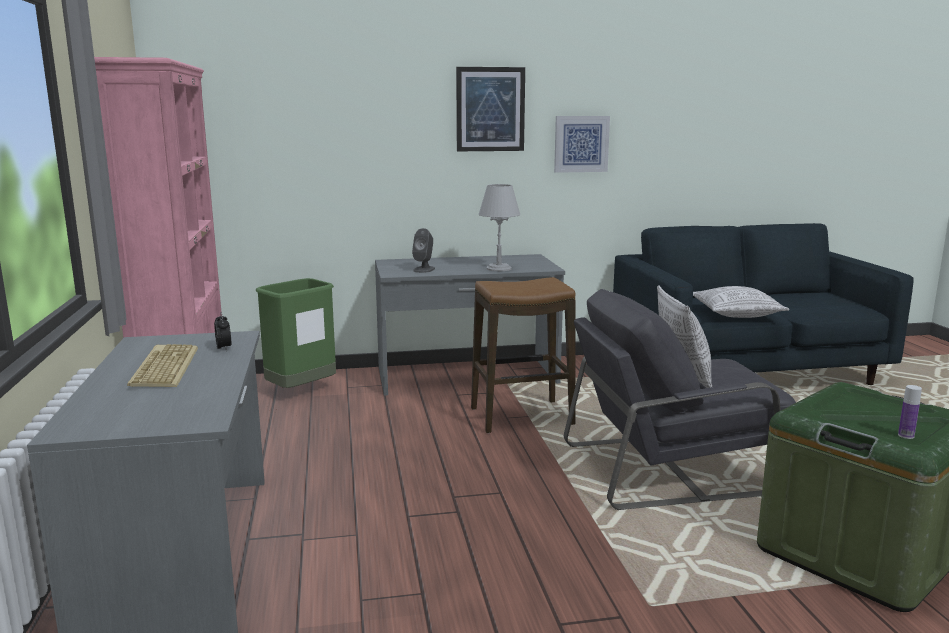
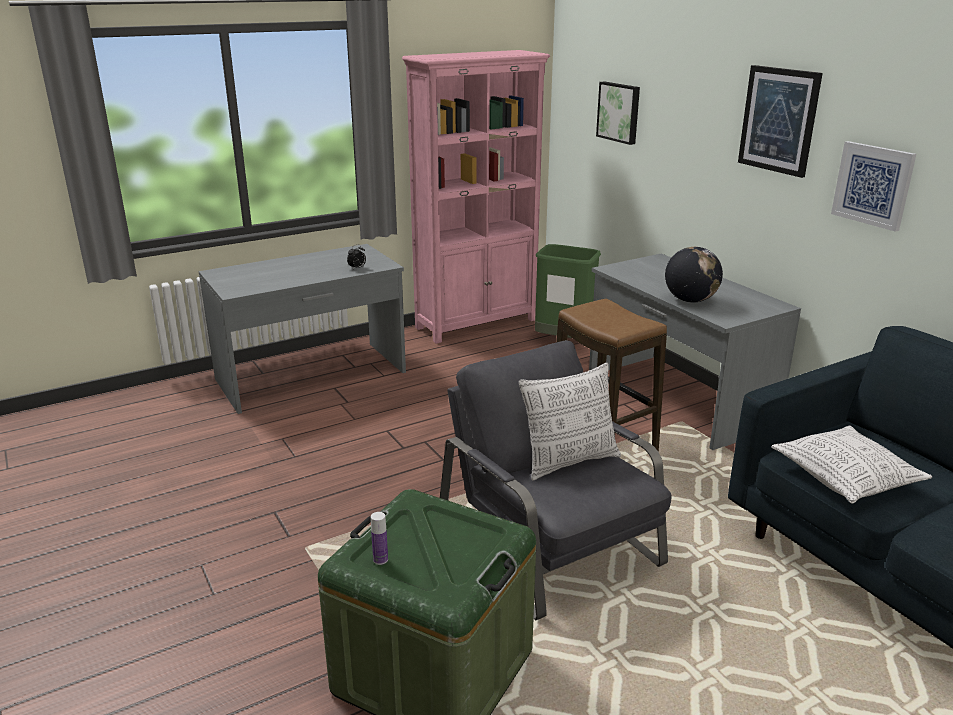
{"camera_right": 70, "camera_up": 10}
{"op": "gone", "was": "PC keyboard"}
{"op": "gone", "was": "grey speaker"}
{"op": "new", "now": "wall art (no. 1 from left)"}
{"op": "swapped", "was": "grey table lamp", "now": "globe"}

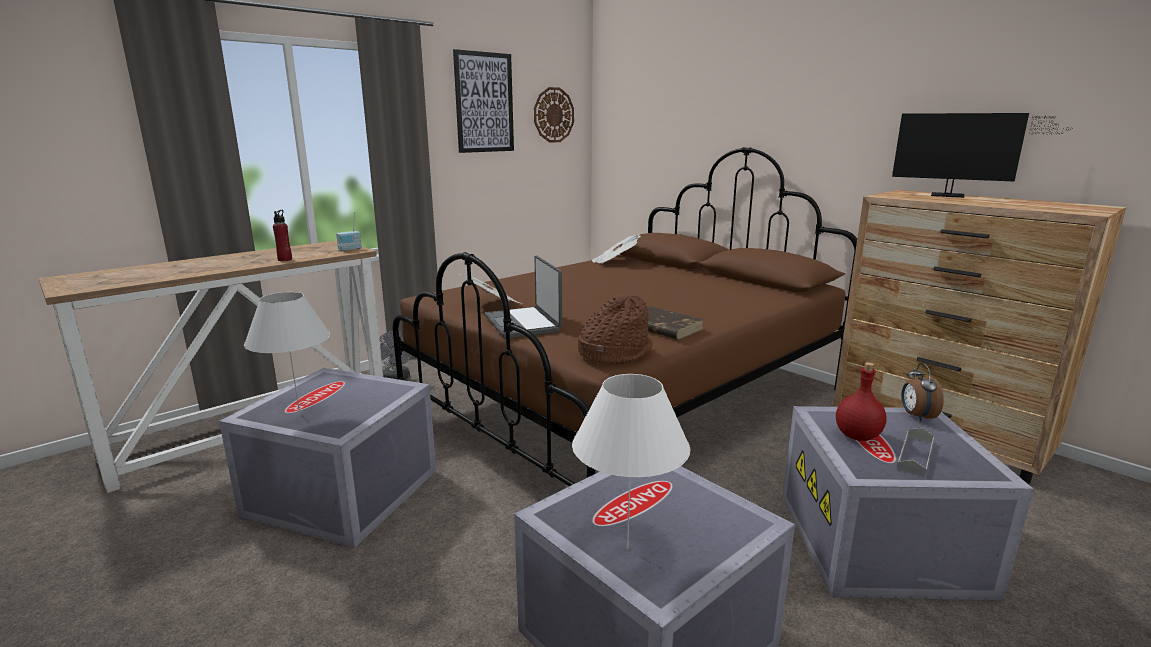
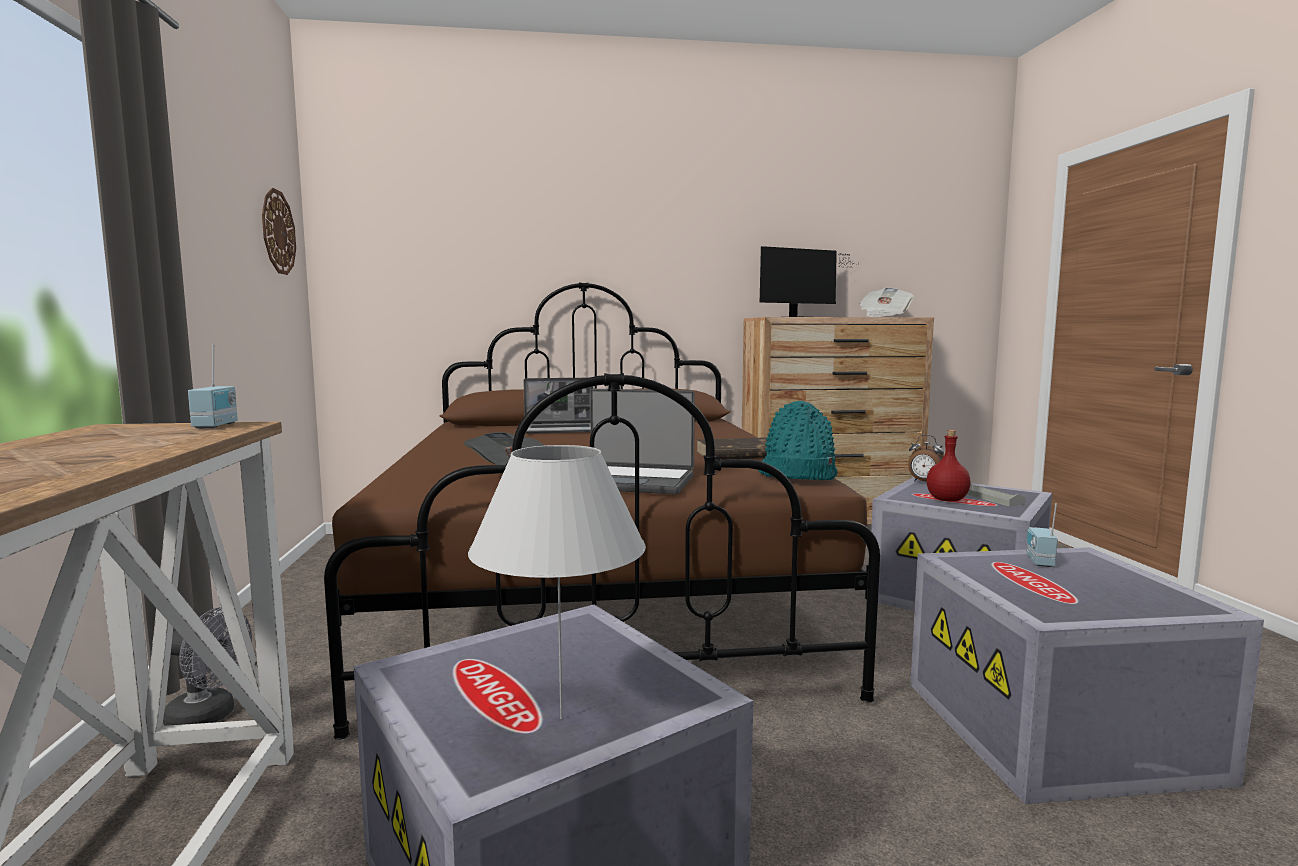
{"camera_right": -55, "camera_up": -10}
{"op": "gone", "was": "red beverage bottle (no. 1 from left)"}
{"op": "gone", "was": "wall art"}
{"op": "gone", "was": "whitish table lamp (no. 2 from left)"}
{"op": "new", "now": "laptop (no. 1 from left)"}
{"op": "new", "now": "radio (no. 2 from left)"}
{"op": "shifted", "was": "printed paper (no. 2 from left)"}
{"op": "repainted", "was": "brown-coloured clothing hat", "now": "turquoise clothing hat"}

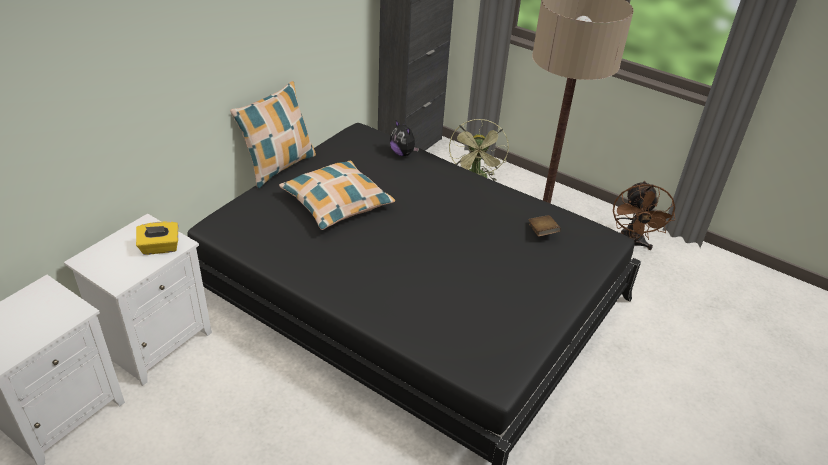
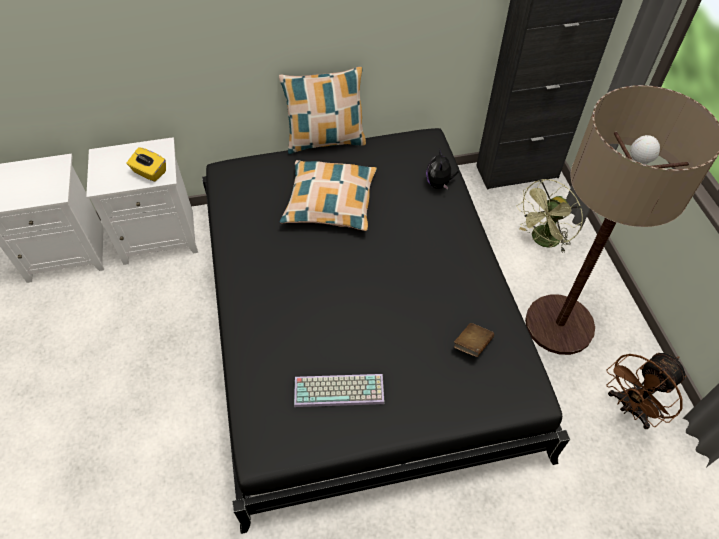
{"camera_right": 45, "camera_up": 15}
{"op": "new", "now": "PC keyboard"}

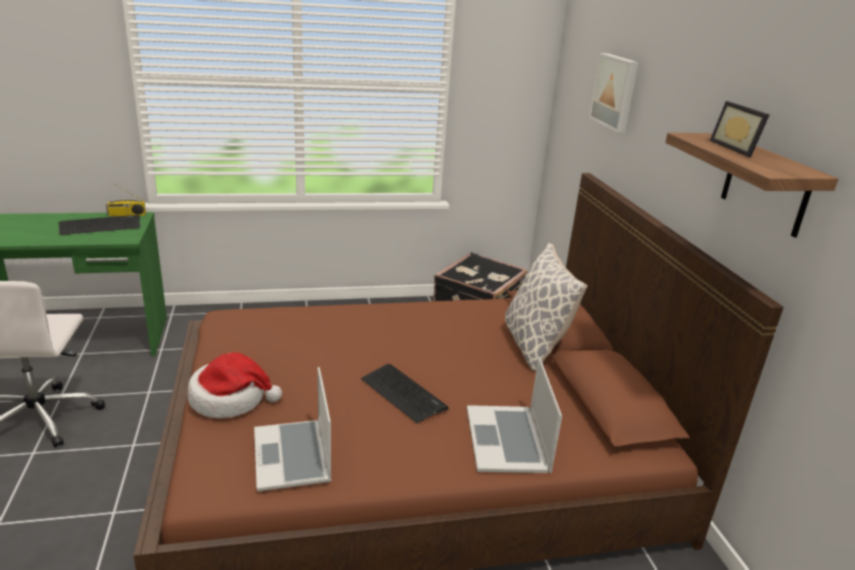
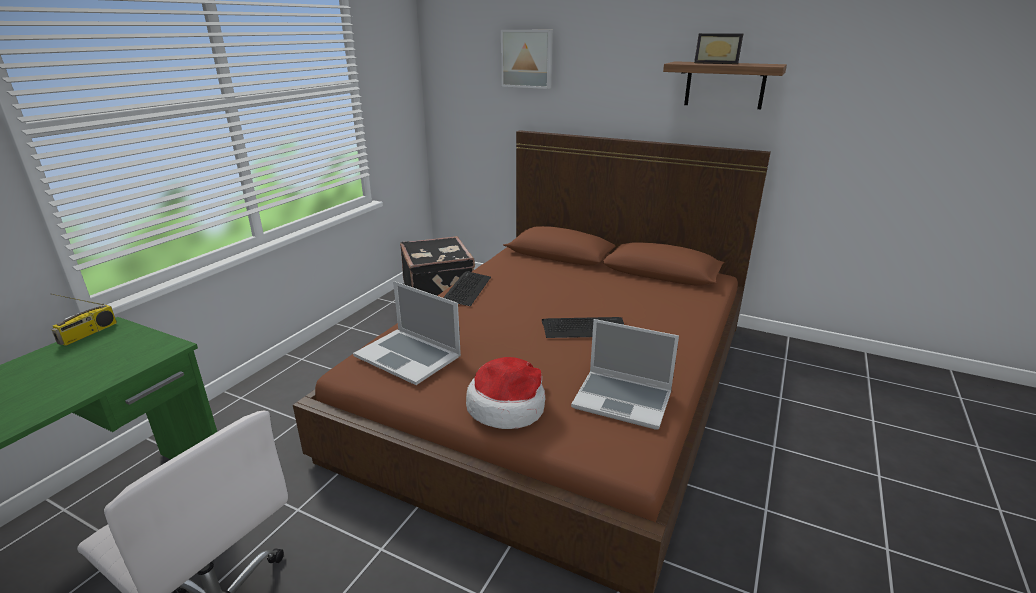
{"camera_right": -50, "camera_up": 0}
{"op": "gone", "was": "cushion"}
{"op": "shifted", "was": "PC keyboard (no. 1 from left)"}
{"op": "shifted", "was": "laptop (no. 2 from left in the first image)", "now": "laptop (no. 1 from left)"}

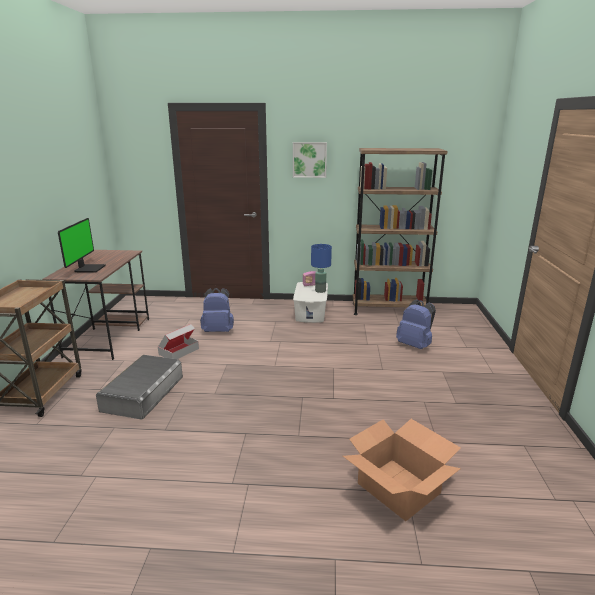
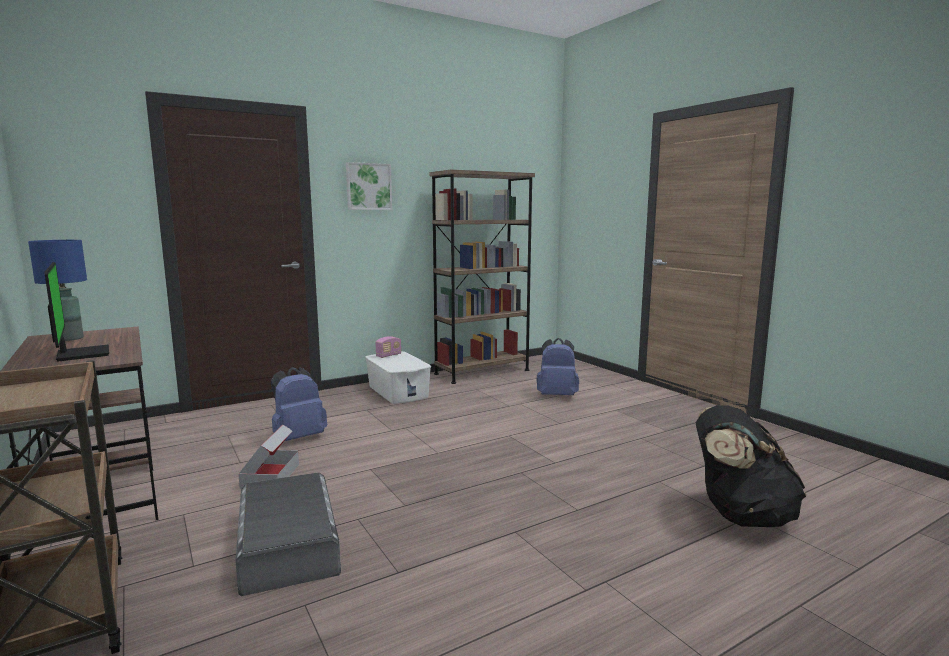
{"camera_right": -35, "camera_up": -10}
{"op": "shifted", "was": "blue-coloured table lamp"}
{"op": "swapped", "was": "packing box (no. 2 from left)", "now": "black-coloured knapsack"}

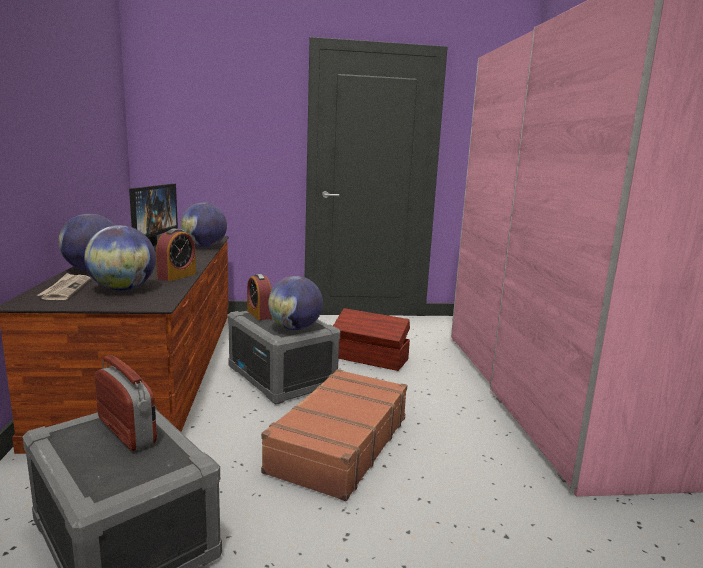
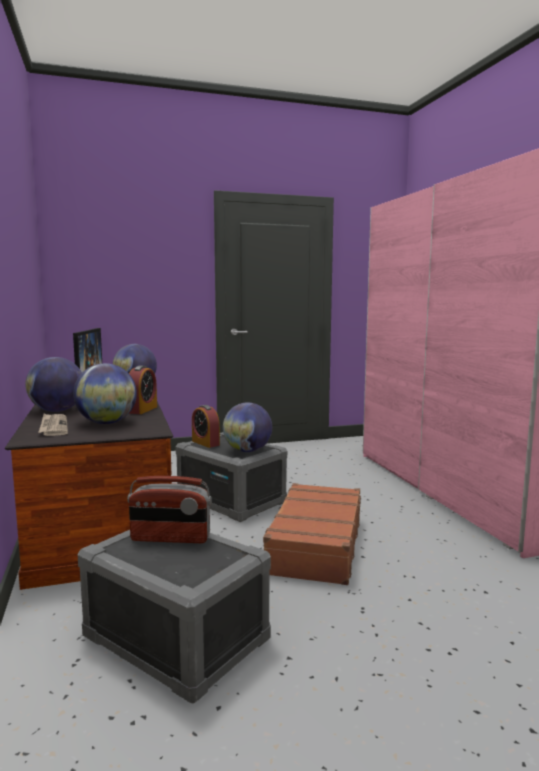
{"camera_right": -10, "camera_up": -5}
{"op": "gone", "was": "brown-coloured storage container"}
{"op": "rotated", "was": "radio", "clockwise": 150}

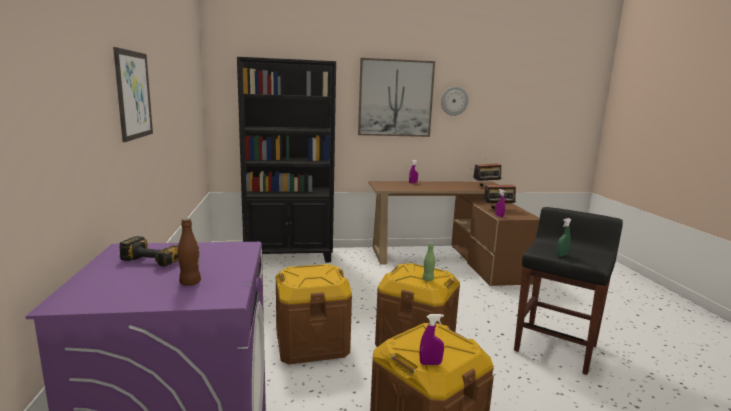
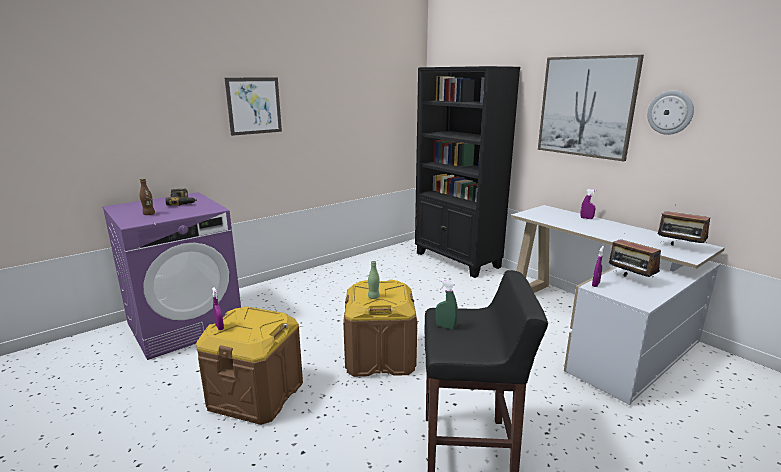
{"camera_right": 60, "camera_up": 5}
{"op": "gone", "was": "brown-coloured storage container (no. 1 from left)"}
{"op": "repainted", "was": "brown-coloured desk table", "now": "whitish desk table"}

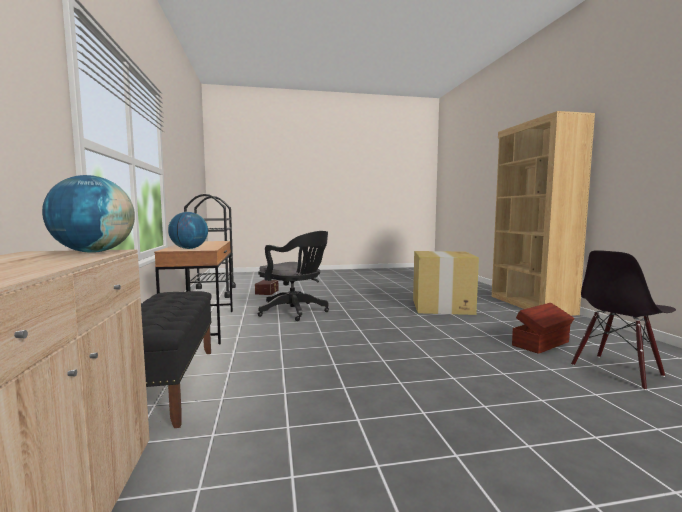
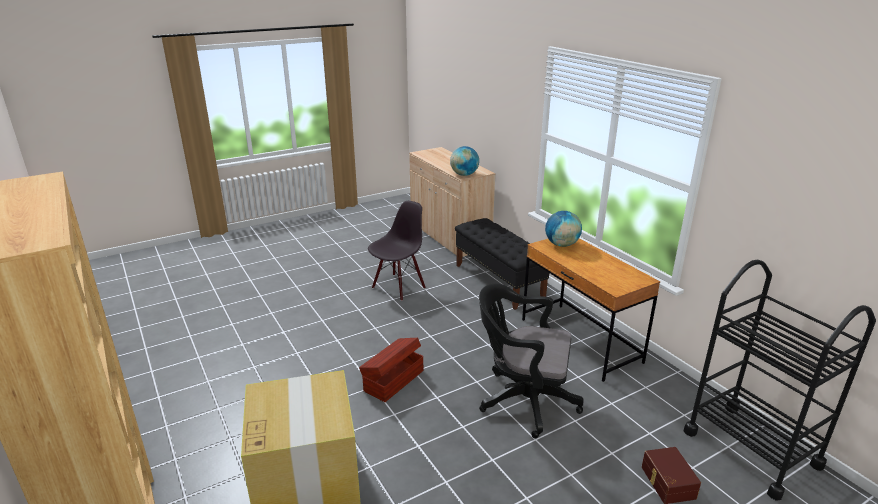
{"camera_right": 160, "camera_up": 20}
{"op": "shifted", "was": "brown-coloured storage container (no. 2 from left in the first image)", "now": "brown-coloured storage container (no. 1 from left)"}
{"op": "shifted", "was": "black-coloured upright chair"}

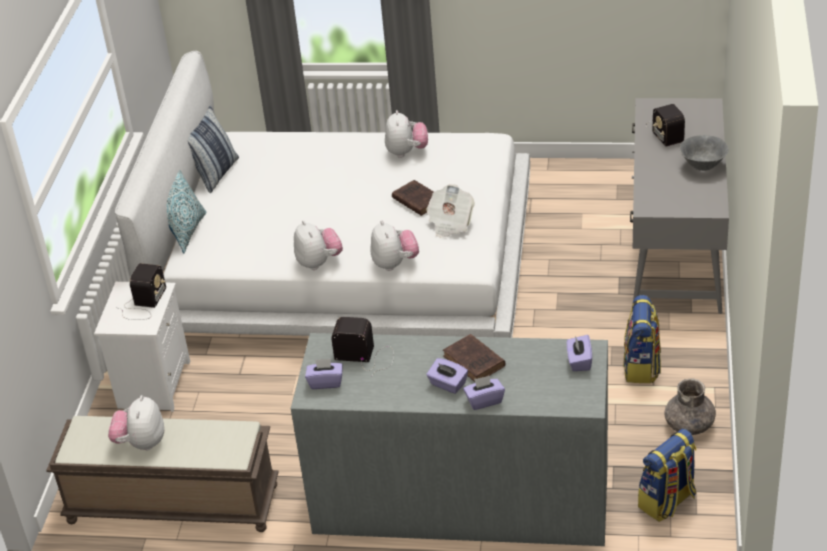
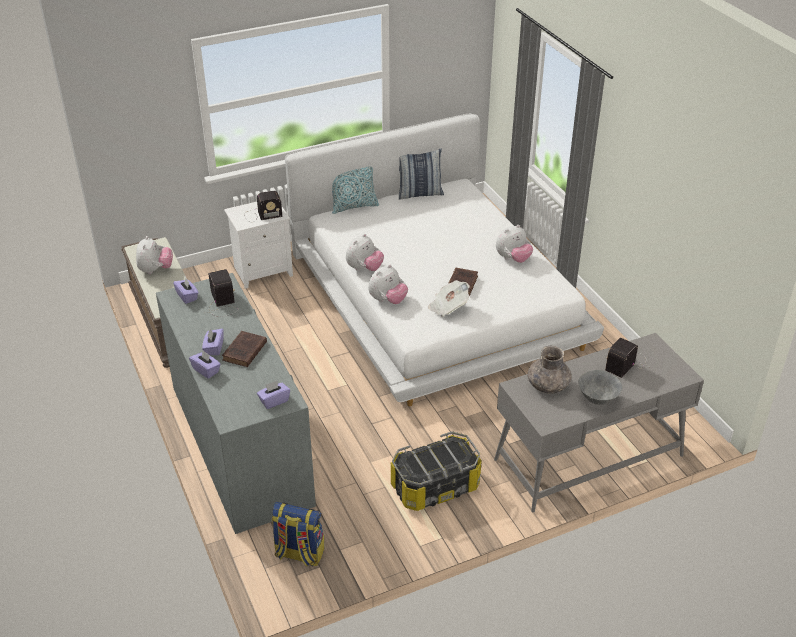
{"camera_right": 55, "camera_up": 0}
{"op": "shifted", "was": "grey flower vase"}
{"op": "swapped", "was": "knapsack (no. 1 from left)", "now": "storage container"}
{"op": "rotated", "was": "soft toy (no. 1 from left)", "clockwise": 120}

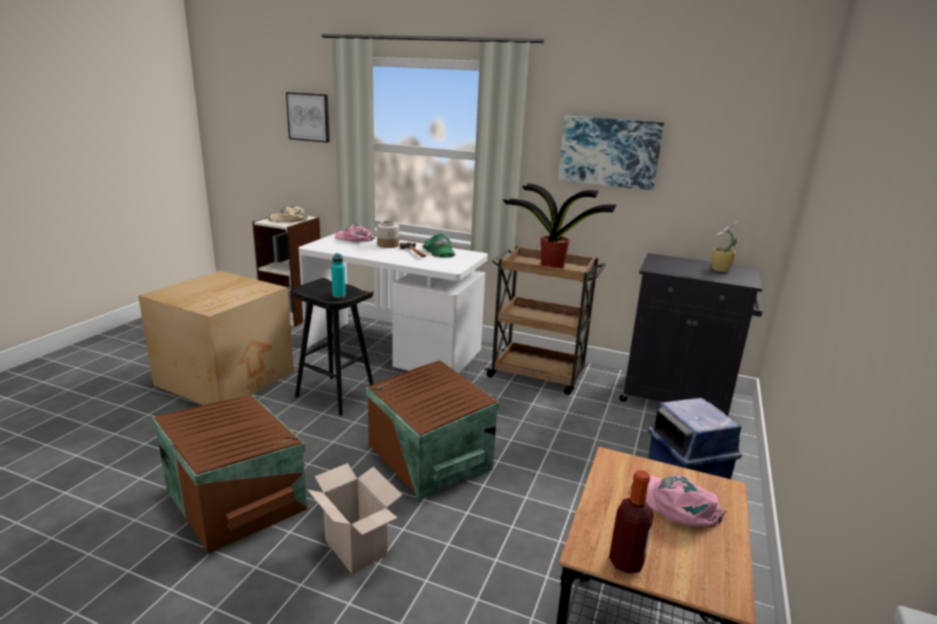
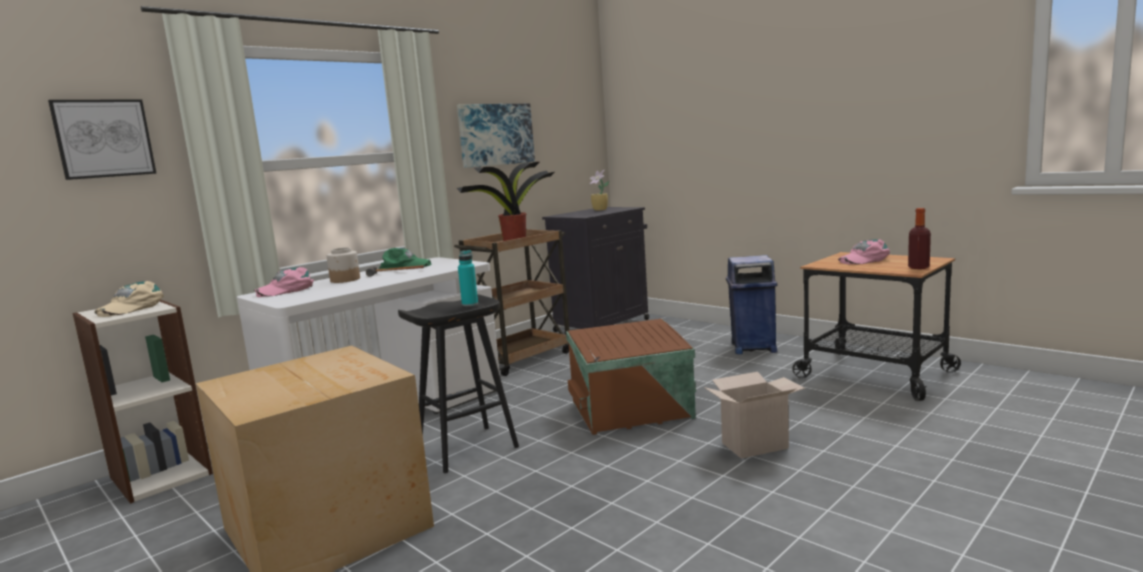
{"camera_right": -65, "camera_up": -10}
{"op": "gone", "was": "brown-coloured storage container (no. 1 from left)"}

